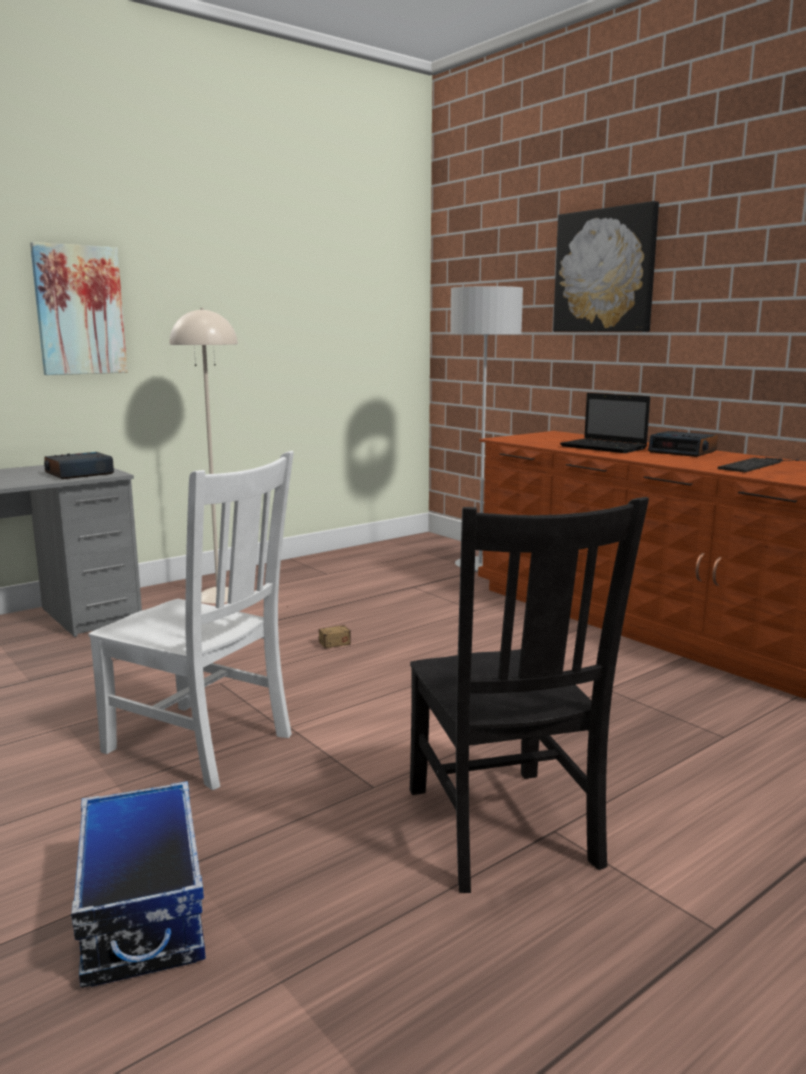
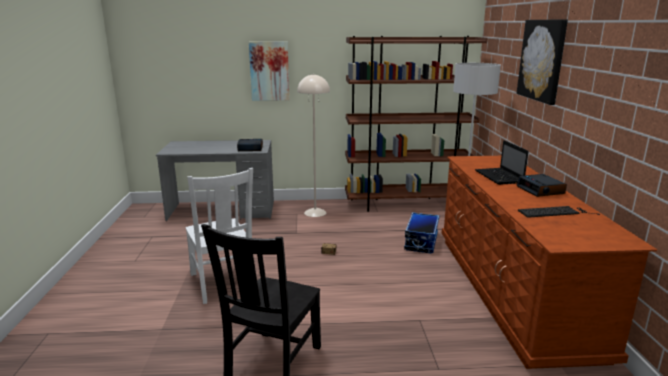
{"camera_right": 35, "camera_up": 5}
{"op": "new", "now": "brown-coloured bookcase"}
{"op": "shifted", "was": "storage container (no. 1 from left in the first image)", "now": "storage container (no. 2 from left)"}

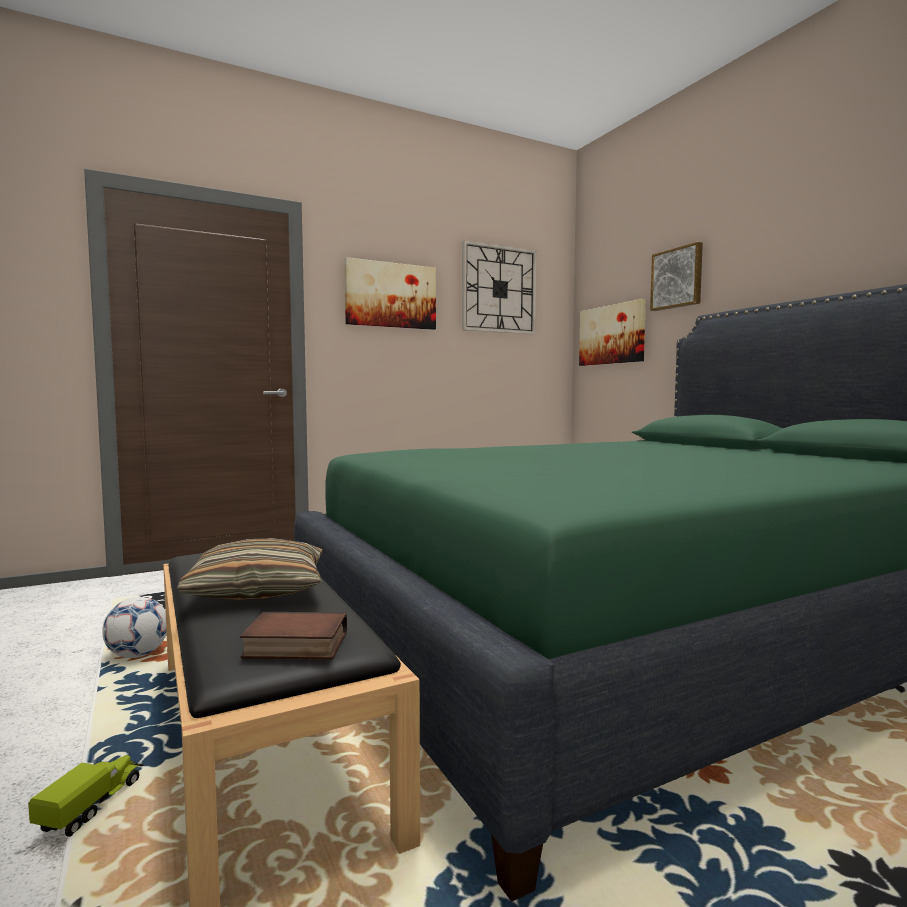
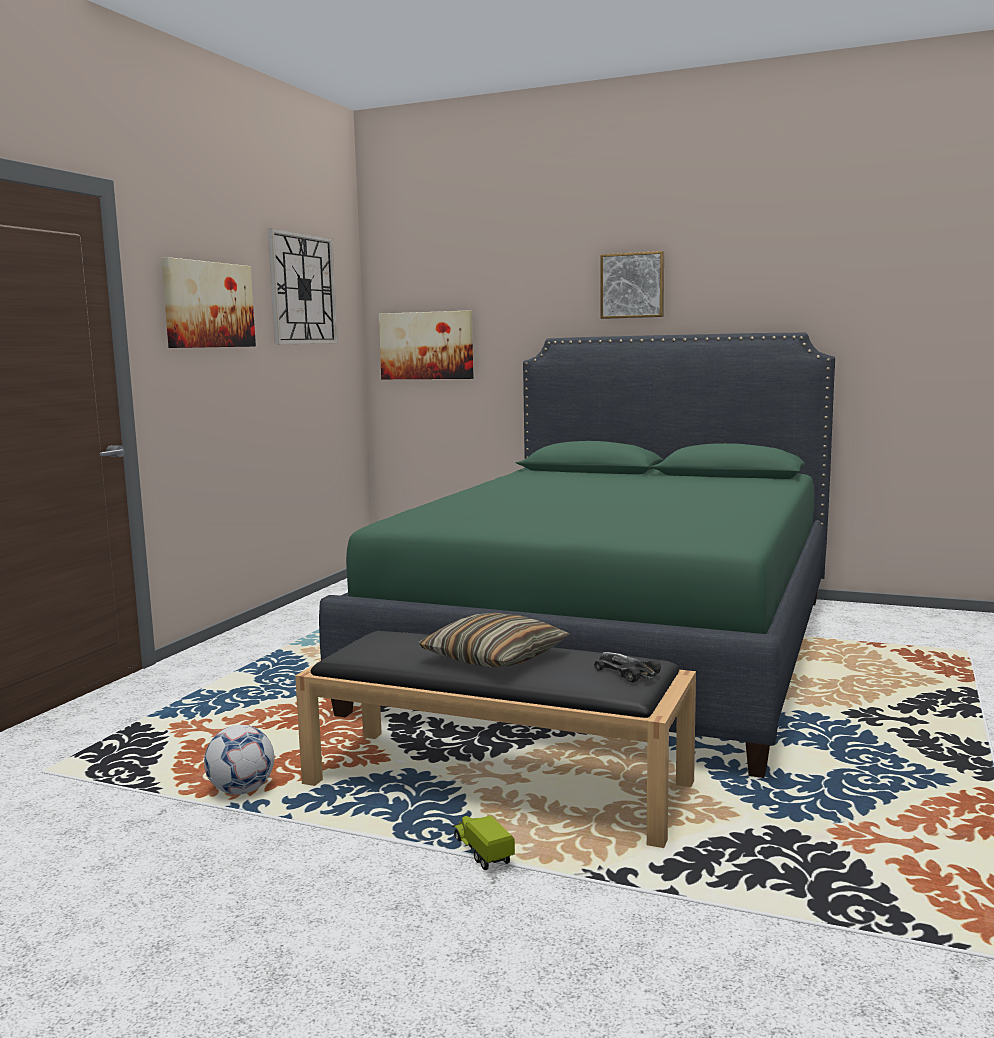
{"camera_right": -40, "camera_up": 5}
{"op": "shifted", "was": "wall art (no. 3 from left)"}
{"op": "swapped", "was": "bound book", "now": "model car"}

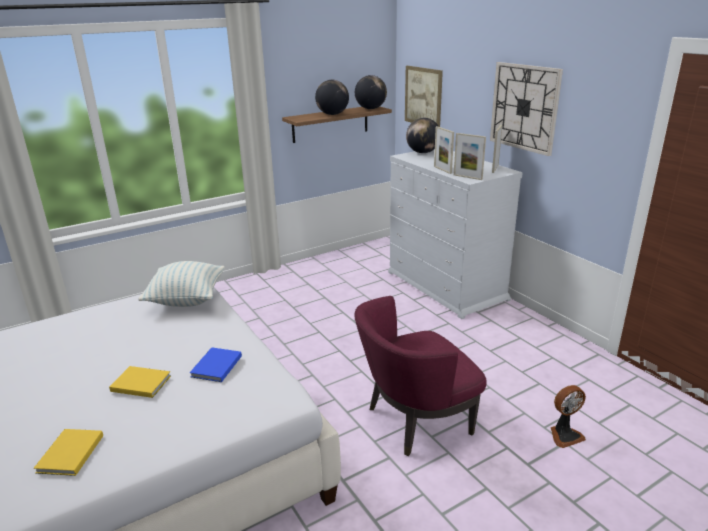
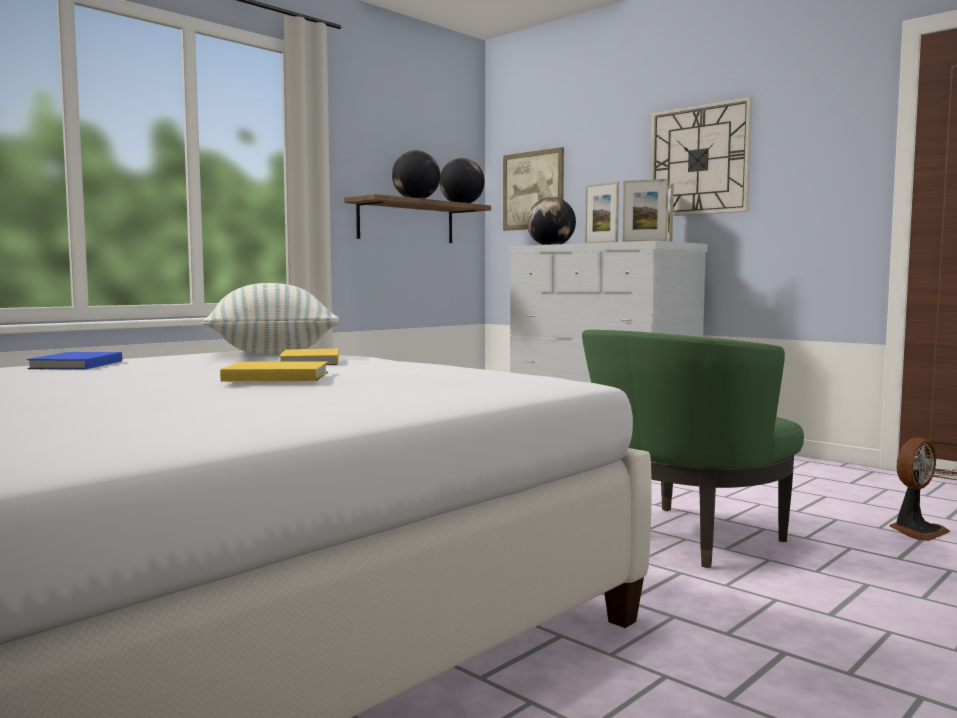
{"camera_right": -15, "camera_up": -20}
{"op": "shifted", "was": "yellowish bound book (no. 1 from left in the first image)", "now": "yellowish bound book (no. 2 from left)"}
{"op": "shifted", "was": "blue-coloured bound book"}
{"op": "repainted", "was": "purple easy chair", "now": "green easy chair"}

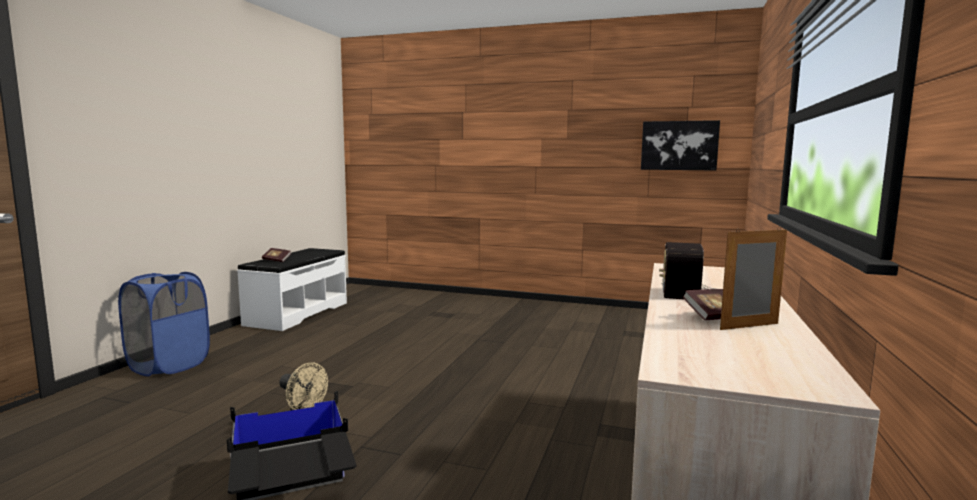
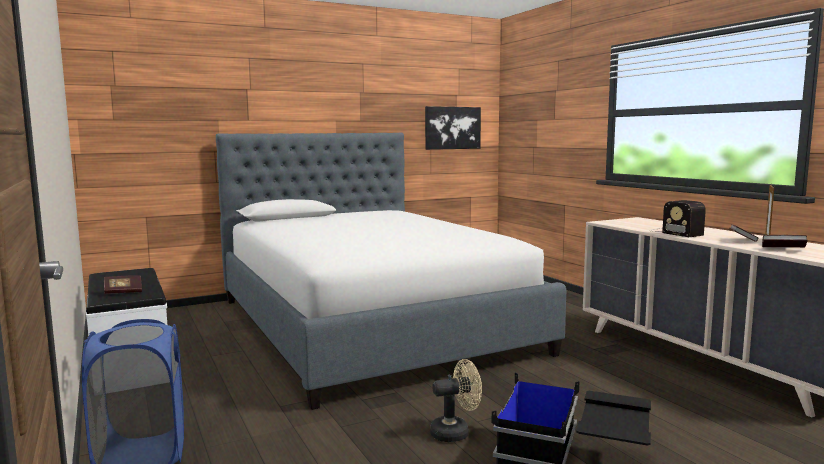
{"camera_right": -45, "camera_up": 0}
{"op": "new", "now": "sleeping bed"}
{"op": "new", "now": "bound book (no. 3 from left)"}

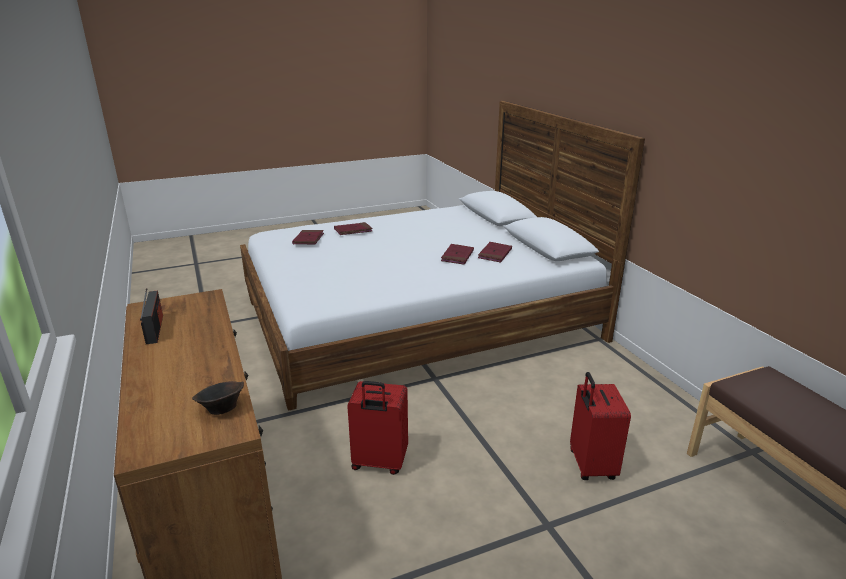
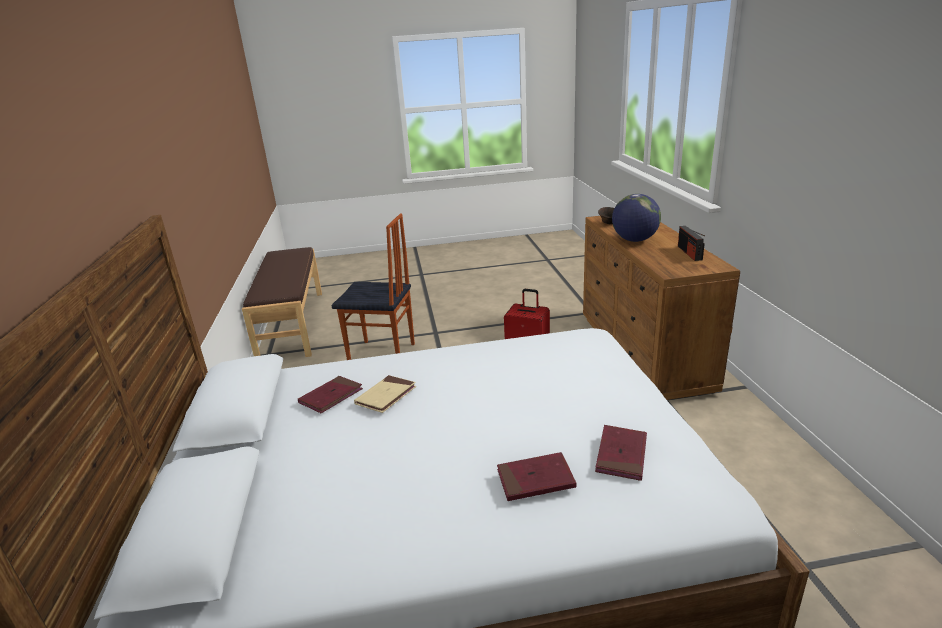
{"camera_right": -165, "camera_up": 0}
{"op": "new", "now": "globe"}
{"op": "swapped", "was": "red piece of luggage (no. 2 from left)", "now": "upright chair"}
{"op": "repainted", "was": "red bound book (no. 3 from left)", "now": "beige-coloured bound book"}

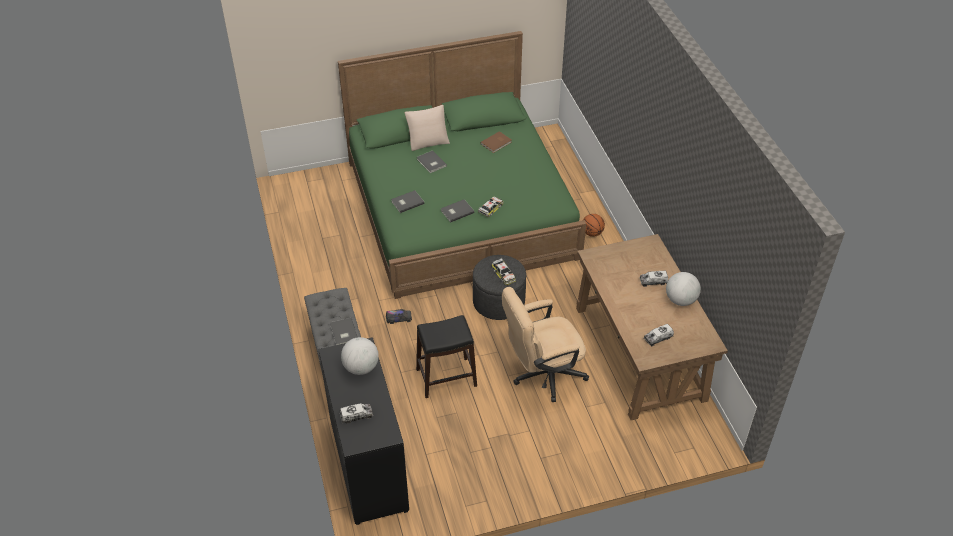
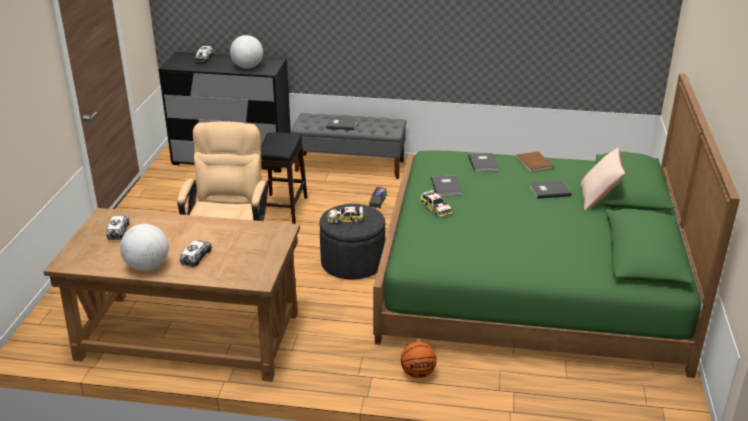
{"camera_right": 115, "camera_up": -15}
{"op": "shifted", "was": "brown-coloured bound book"}

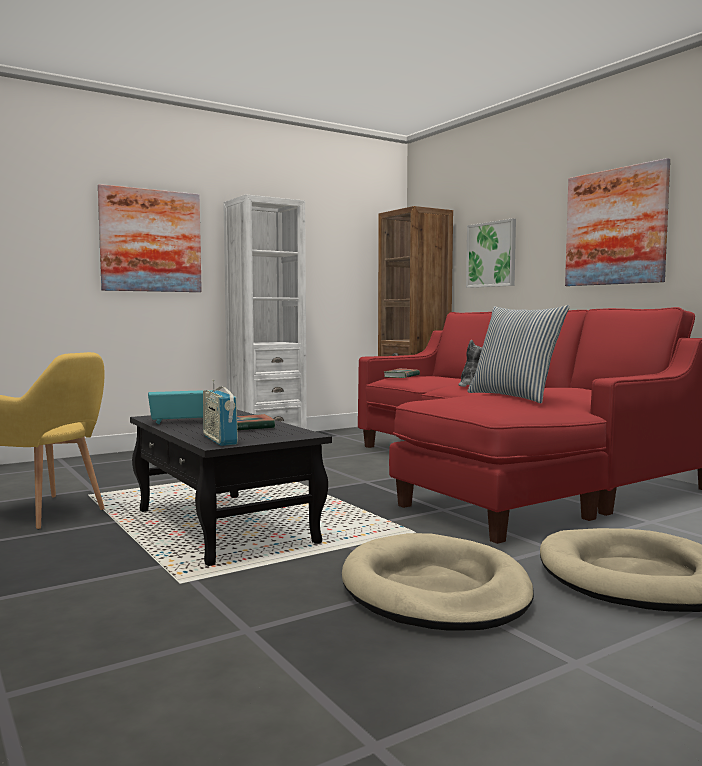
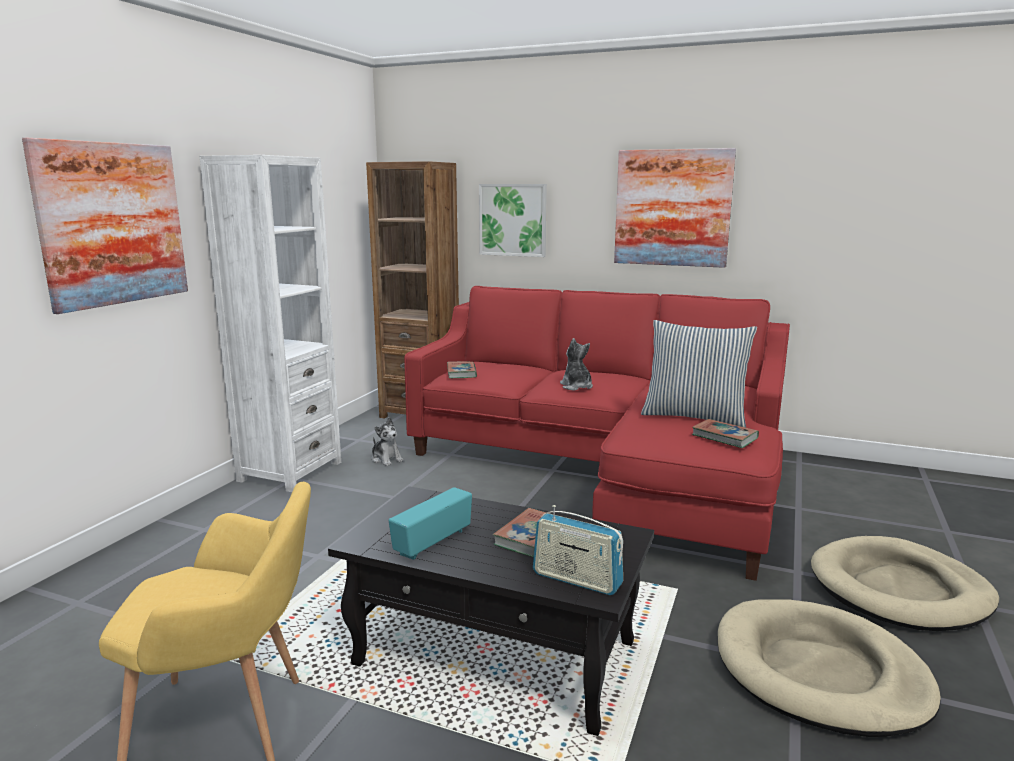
{"camera_right": -35, "camera_up": 10}
{"op": "new", "now": "soft toy (no. 1 from left)"}
{"op": "new", "now": "bound book (no. 3 from left)"}

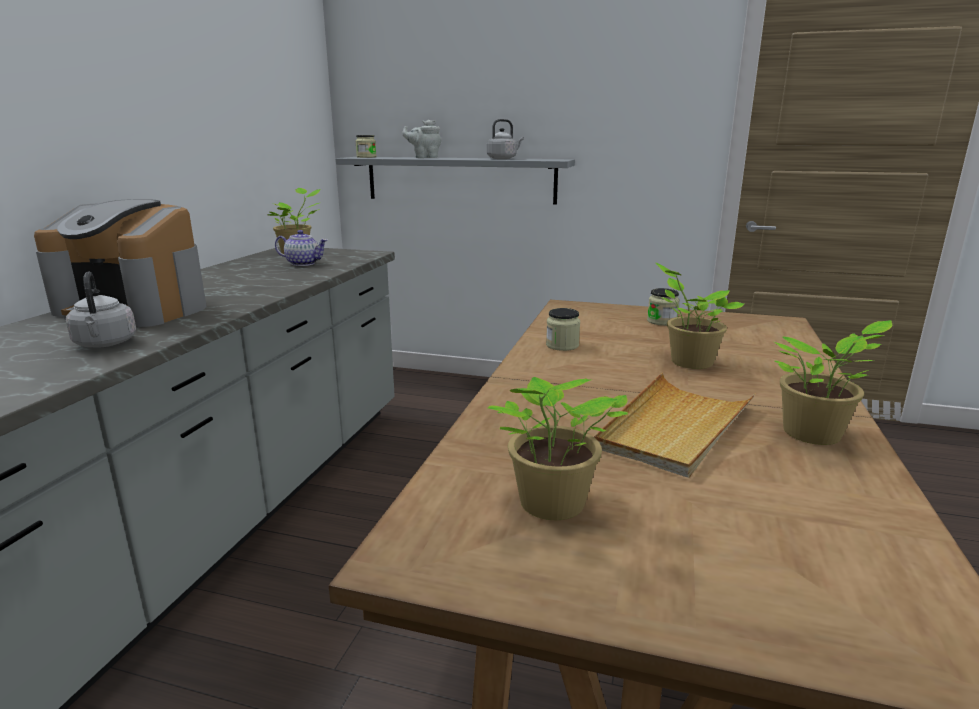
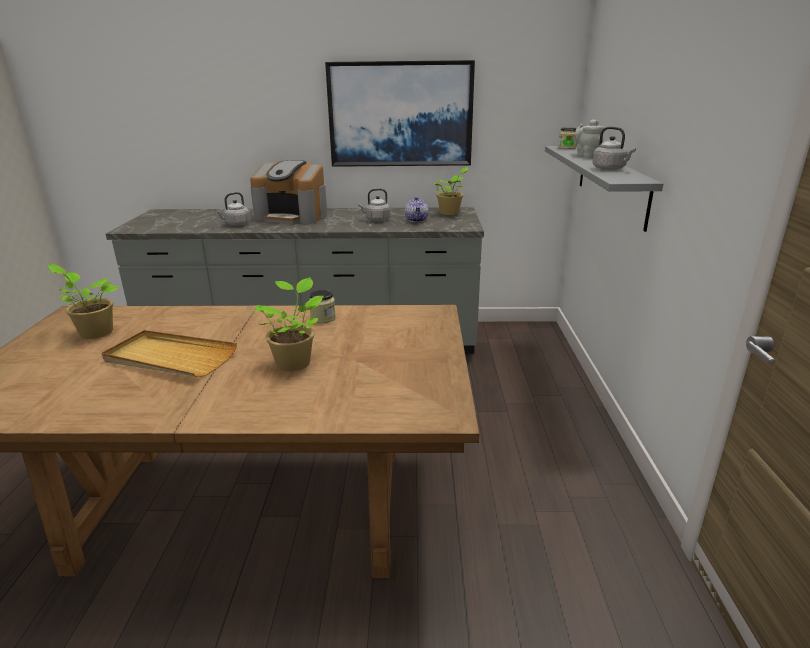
{"camera_right": 75, "camera_up": 5}
{"op": "gone", "was": "storage jar (no. 3 from left)"}
{"op": "gone", "was": "potted plant (no. 4 from left)"}
{"op": "new", "now": "wall art"}
{"op": "new", "now": "grey tea kettle (no. 2 from left)"}
{"op": "rotated", "was": "coffee maker", "clockwise": -75}

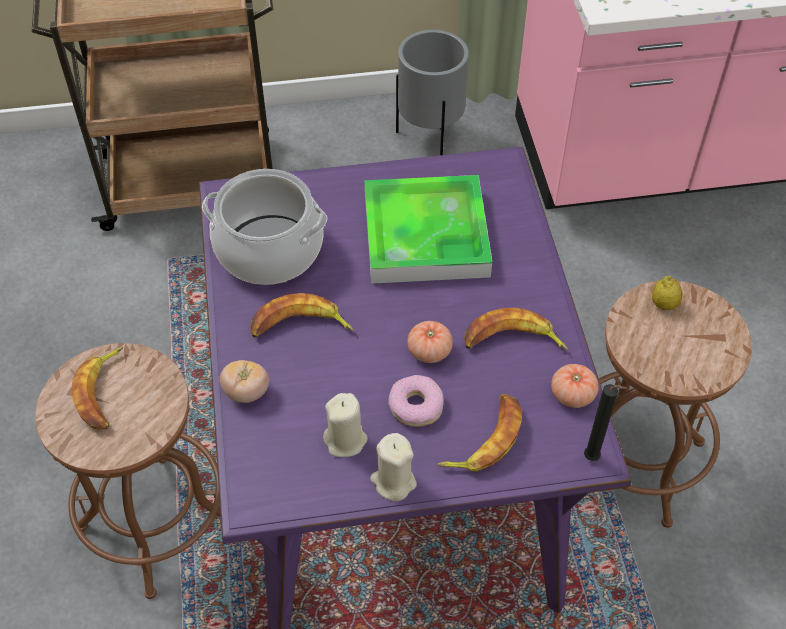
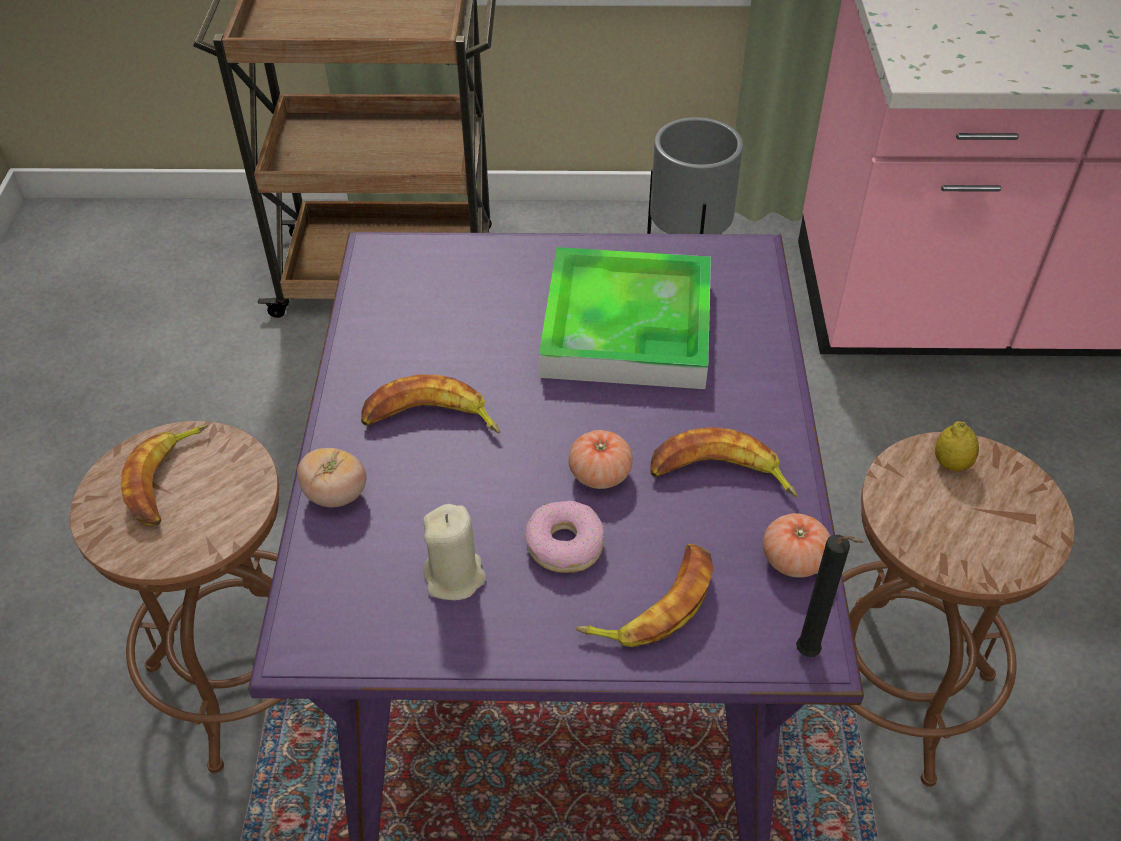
{"camera_right": 10, "camera_up": -5}
{"op": "gone", "was": "stockpot"}
{"op": "gone", "was": "beige-coloured wax candle (no. 2 from left)"}

